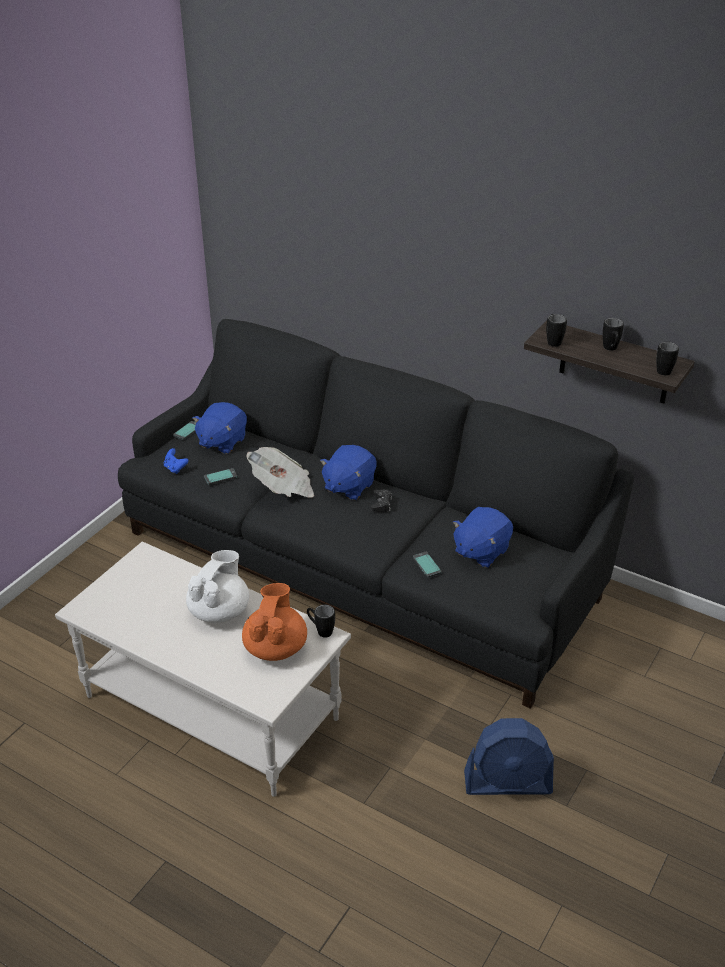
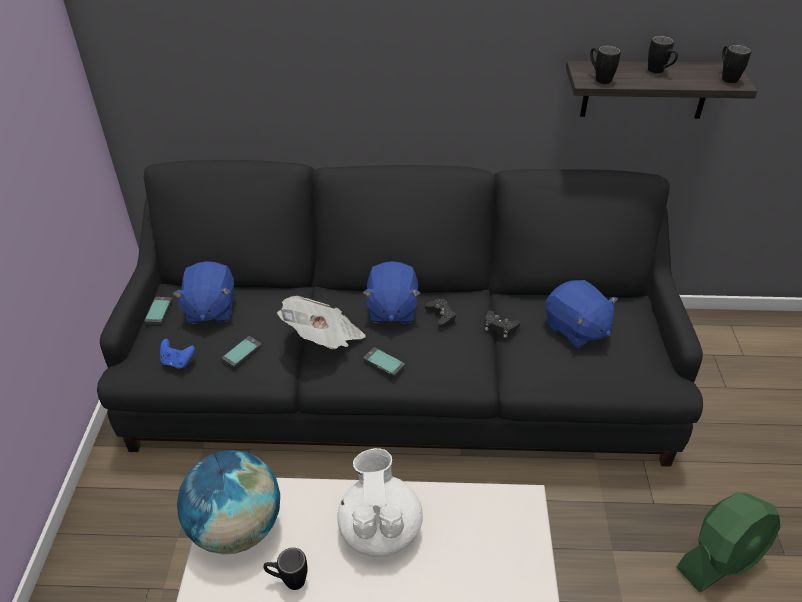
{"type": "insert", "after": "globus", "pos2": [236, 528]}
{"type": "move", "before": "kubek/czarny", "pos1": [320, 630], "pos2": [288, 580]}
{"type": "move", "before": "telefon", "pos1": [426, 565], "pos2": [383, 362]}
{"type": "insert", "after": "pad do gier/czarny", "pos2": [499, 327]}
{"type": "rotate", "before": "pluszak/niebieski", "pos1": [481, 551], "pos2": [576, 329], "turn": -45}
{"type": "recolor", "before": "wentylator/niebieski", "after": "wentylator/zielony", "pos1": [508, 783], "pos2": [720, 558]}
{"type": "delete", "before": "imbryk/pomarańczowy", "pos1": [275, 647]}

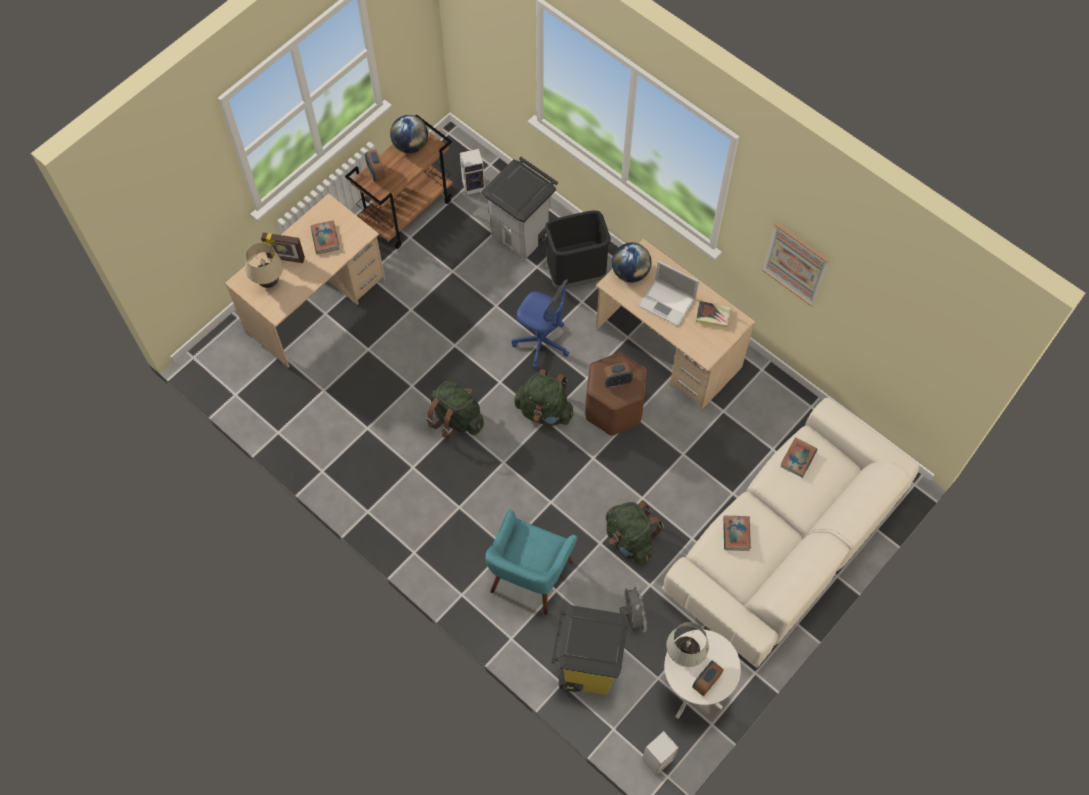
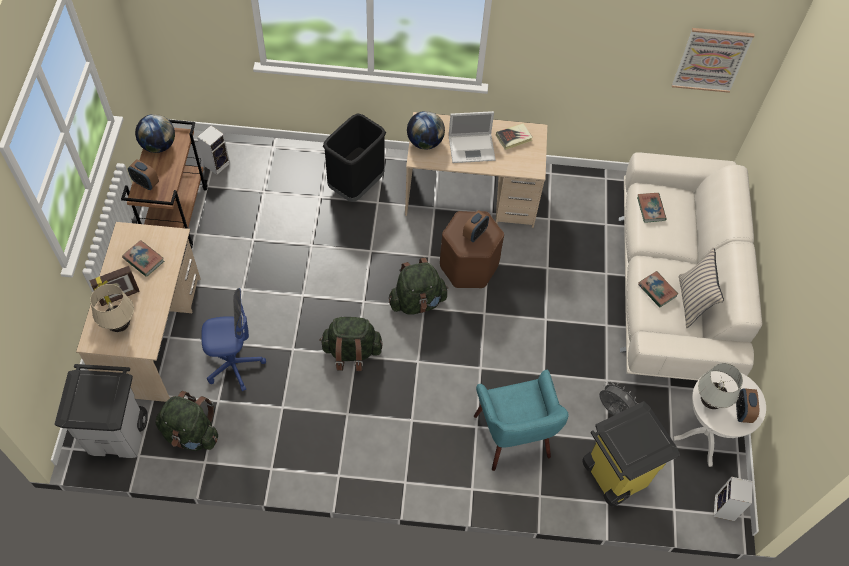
{"type": "move", "before": "kosz na śmieci/szary", "pos1": [522, 235], "pos2": [118, 434]}
{"type": "move", "before": "plecak/zielony", "pos1": [630, 539], "pos2": [191, 434]}
{"type": "move", "before": "krzesło biurowe/niebieski", "pos1": [541, 342], "pos2": [234, 365]}
{"type": "move", "before": "obraz", "pos1": [796, 263], "pos2": [711, 59]}
{"type": "insert", "after": "poduszka/beżowy", "pos2": [692, 301]}

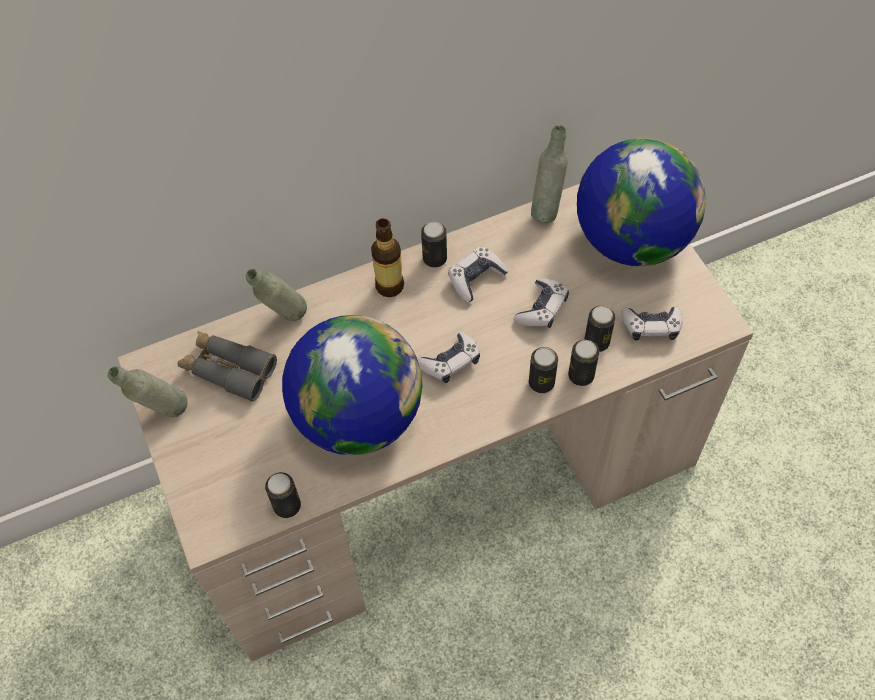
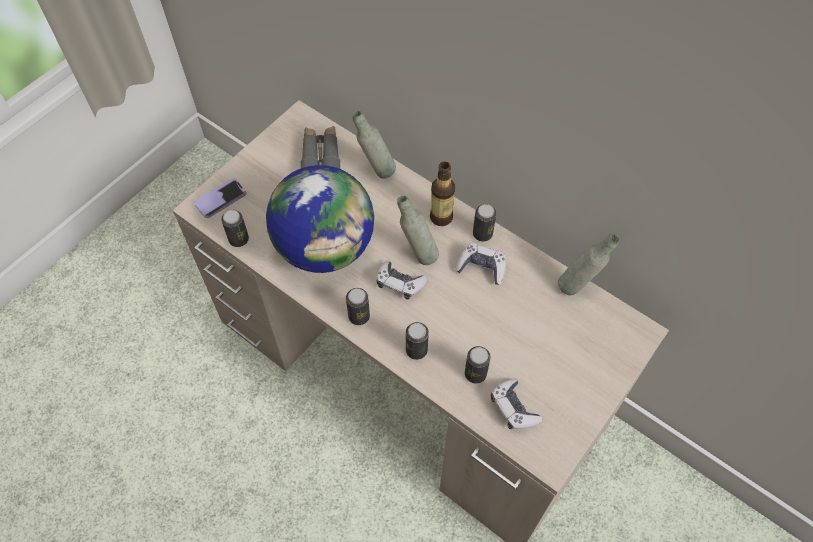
{"type": "insert", "after": "telefon", "pos2": [221, 199]}
{"type": "move", "before": "puszka", "pos1": [581, 375], "pos2": [359, 316]}
{"type": "move", "before": "butelka/szary", "pos1": [163, 414], "pos2": [417, 255]}
{"type": "delete", "before": "pad do gier", "pos1": [542, 309]}
{"type": "delete", "before": "globus", "pos1": [631, 240]}

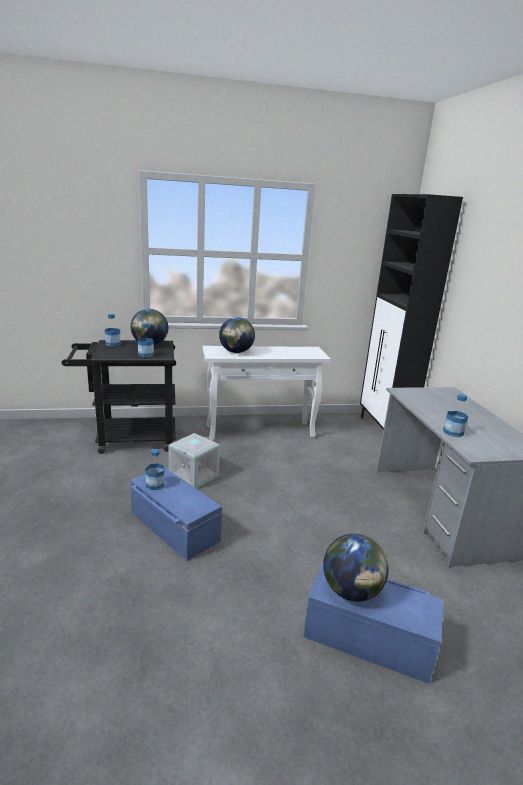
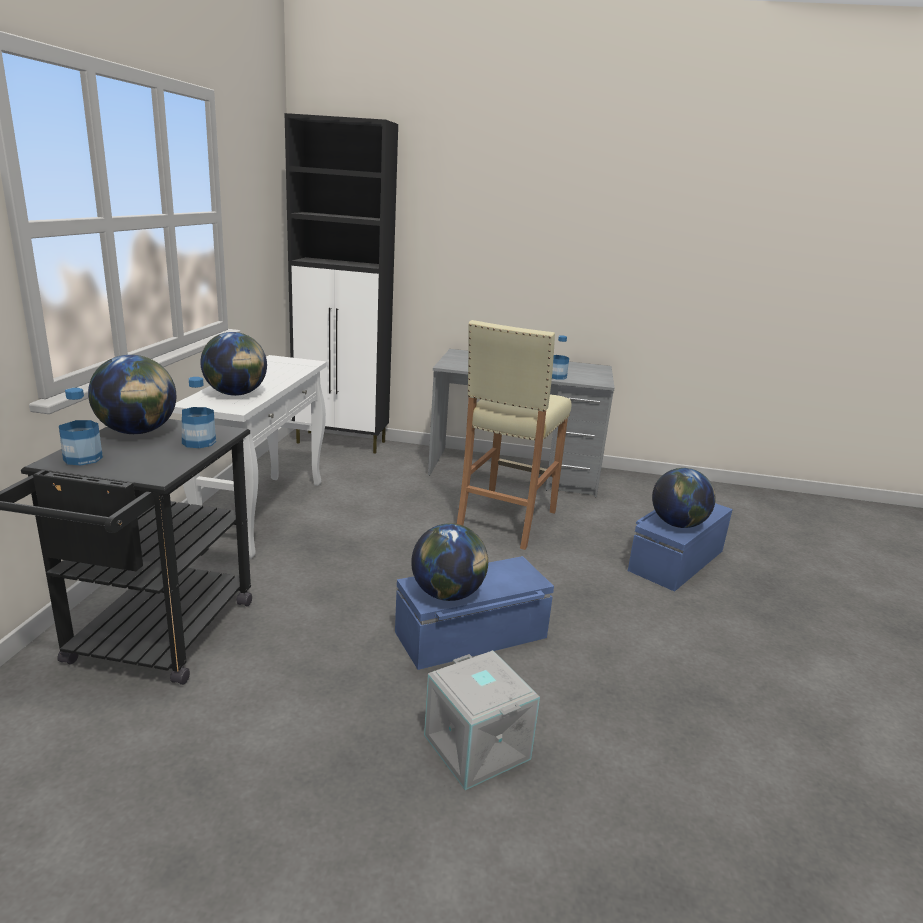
{"type": "replace", "before": "butelka", "after": "globus", "pos1": [155, 484], "pos2": [448, 594]}
{"type": "move", "before": "pojemnik do przechowywania/szary", "pos1": [193, 475], "pos2": [474, 747]}
{"type": "insert", "after": "stołek/beżowy", "pos2": [505, 521]}

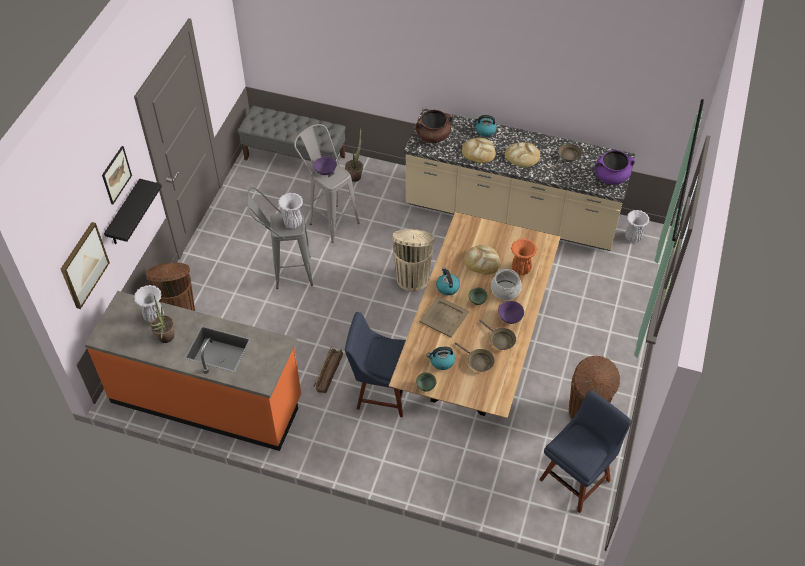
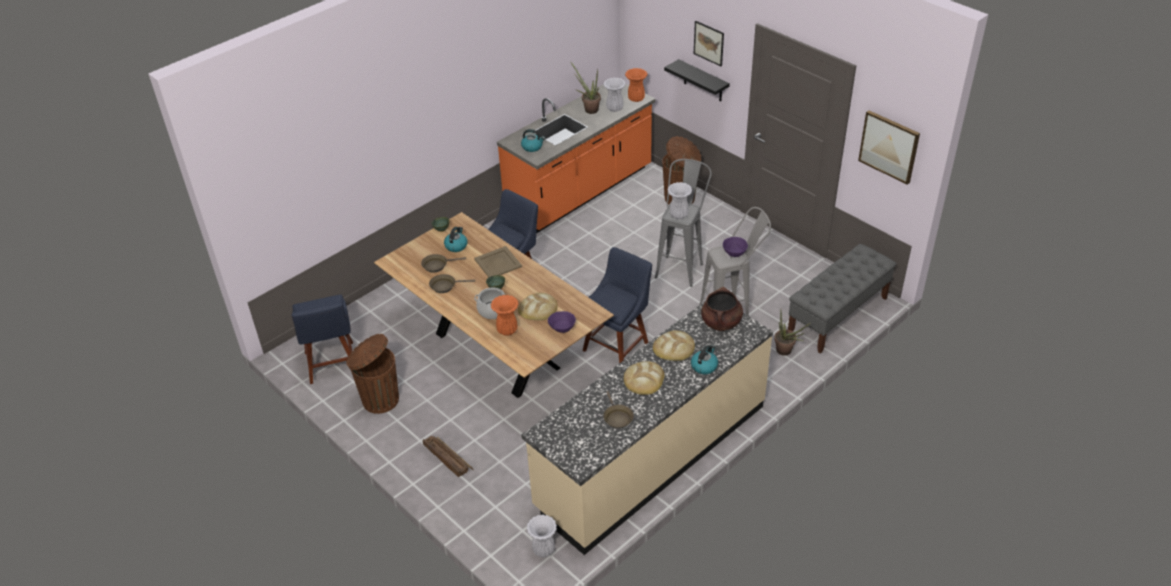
{"type": "move", "before": "skrzynka", "pos1": [328, 372], "pos2": [447, 458]}
{"type": "move", "before": "czajnik", "pos1": [447, 287], "pos2": [532, 147]}
{"type": "move", "before": "miska/fioletowy", "pos1": [509, 317], "pos2": [562, 328]}
{"type": "replace", "before": "kosz na śmieci/beżowy", "after": "krzesło/niebieski", "pos1": [412, 277], "pos2": [617, 344]}
{"type": "insert", "after": "wazon/pomarańczowy", "pos2": [635, 99]}
{"type": "move", "before": "obraz", "pos1": [83, 265], "pos2": [889, 146]}
{"type": "delete", "before": "garnek/fioletowy", "pos1": [611, 177]}

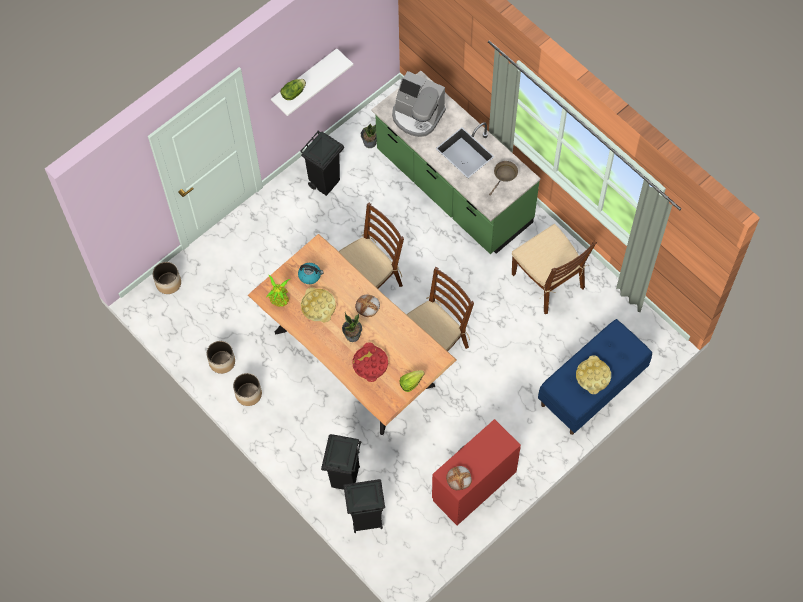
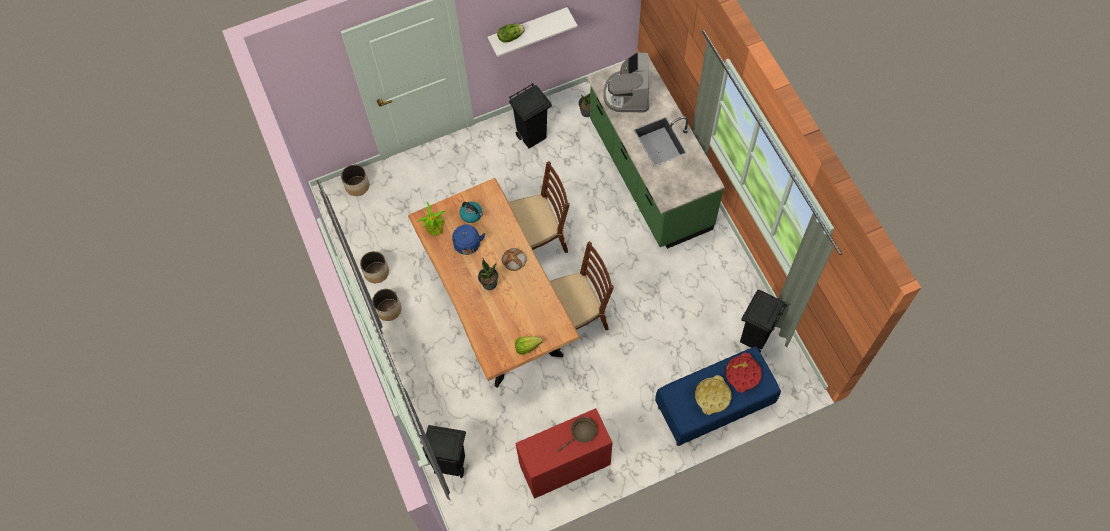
{"type": "replace", "before": "taca/żółty", "after": "czajnik/niebieski", "pos1": [318, 306], "pos2": [468, 246]}
{"type": "move", "before": "patelnia/brązowy", "pos1": [504, 175], "pos2": [582, 433]}
{"type": "rotate", "before": "ekspres do kawy", "pos1": [417, 116], "pos2": [627, 94], "turn": 45}
{"type": "move", "before": "taca/czerwony", "pos1": [370, 364], "pos2": [742, 374]}
{"type": "move", "before": "kosz na śmieci/czarny", "pos1": [344, 478], "pos2": [754, 338]}
{"type": "delete", "before": "chleb", "pos1": [459, 479]}
{"type": "delete", "before": "krzesło/brązowy", "pos1": [548, 281]}

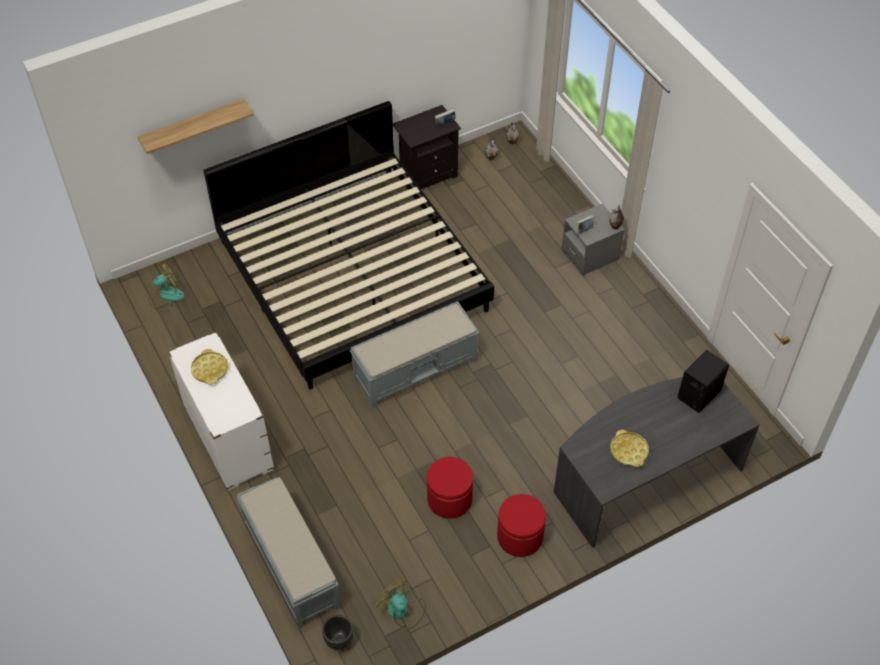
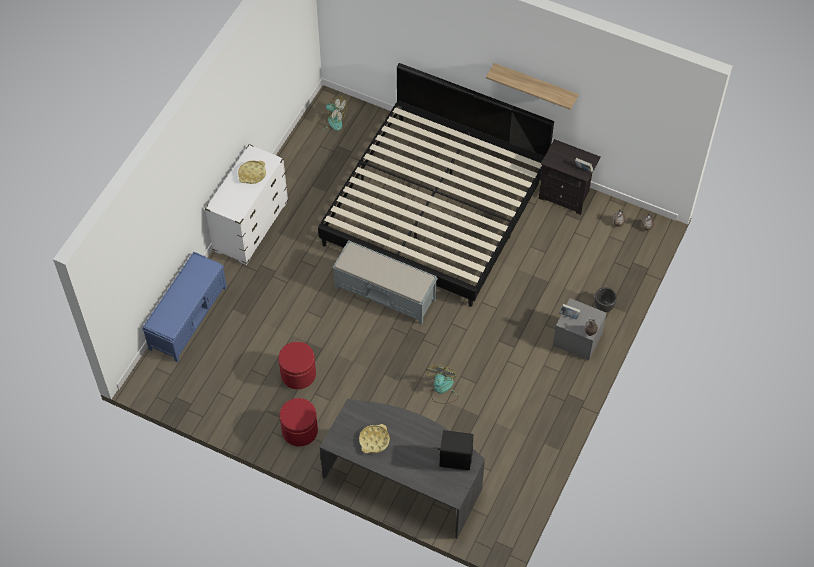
{"type": "recolor", "before": "ławka/szary", "after": "ławka/niebieski", "pos1": [290, 564], "pos2": [188, 317]}
{"type": "move", "before": "wentylator", "pos1": [402, 610], "pos2": [442, 389]}
{"type": "move", "before": "półka", "pos1": [193, 126], "pos2": [535, 85]}
{"type": "move", "before": "donica/czarny", "pos1": [339, 640], "pos2": [604, 307]}

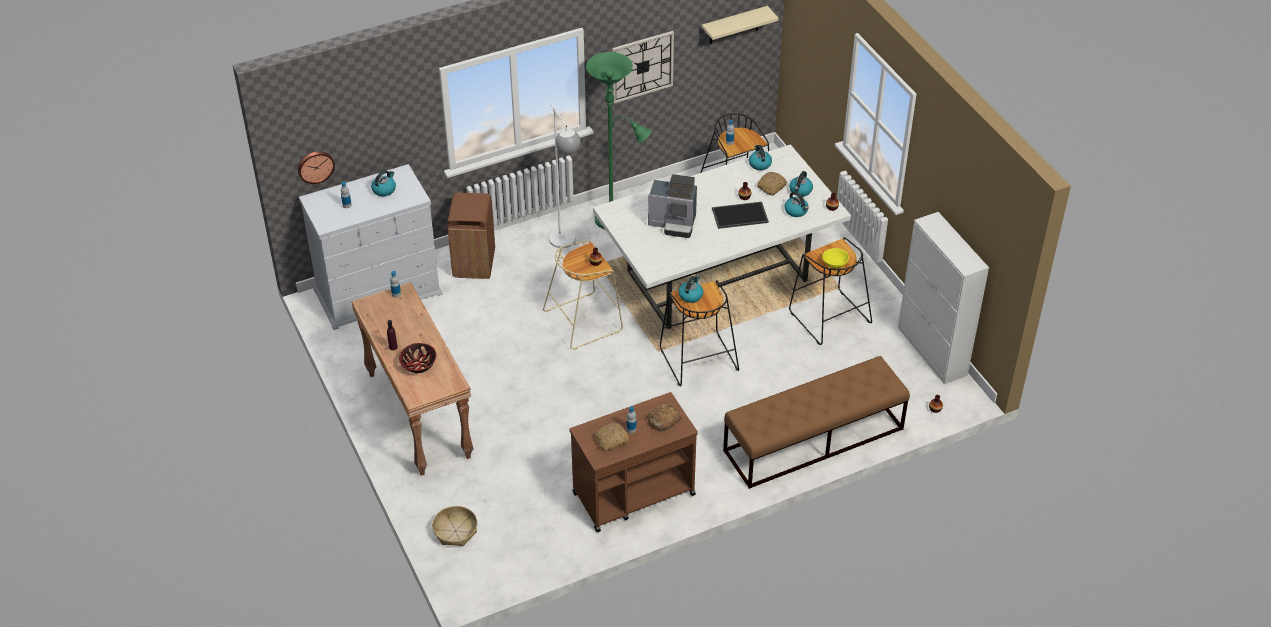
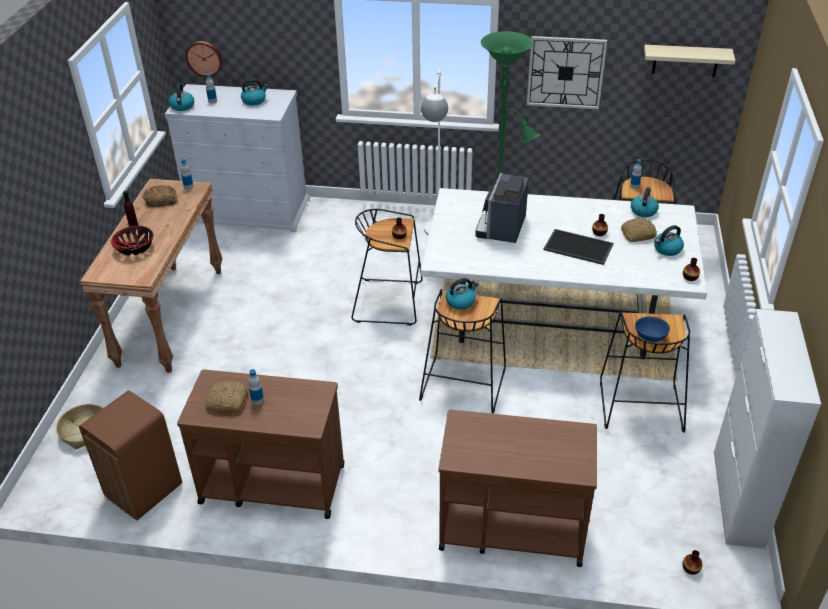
{"type": "move", "before": "kosz na śmieci/brązowy", "pos1": [473, 264], "pos2": [143, 490]}
{"type": "move", "before": "chleb", "pos1": [663, 420], "pos2": [160, 200]}
{"type": "move", "before": "czajnik", "pos1": [796, 211], "pos2": [182, 106]}
{"type": "recolor", "before": "stołek/beżowy", "after": "stołek/czarny", "pos1": [583, 320], "pos2": [389, 301]}
{"type": "replace", "before": "ławka/brązowy", "after": "wózek/brązowy", "pos1": [813, 440], "pos2": [510, 527]}
{"type": "rotate", "before": "ekspres do kawy", "pos1": [673, 223], "pos2": [502, 229], "turn": 60}
{"type": "recolor", "before": "miska/żółty", "after": "miska/niebieski", "pos1": [835, 264], "pos2": [651, 337]}

